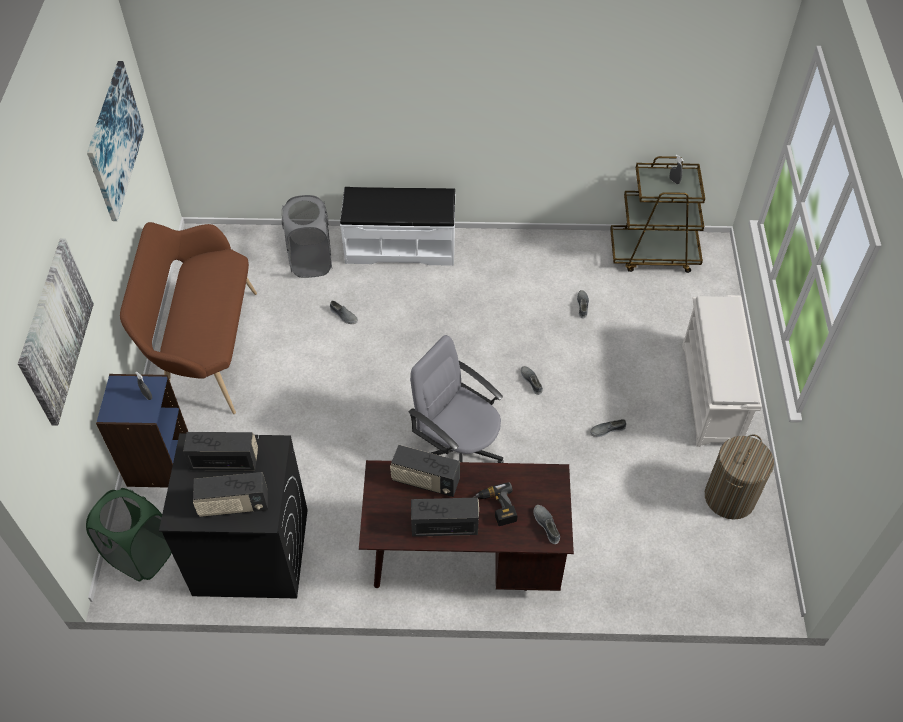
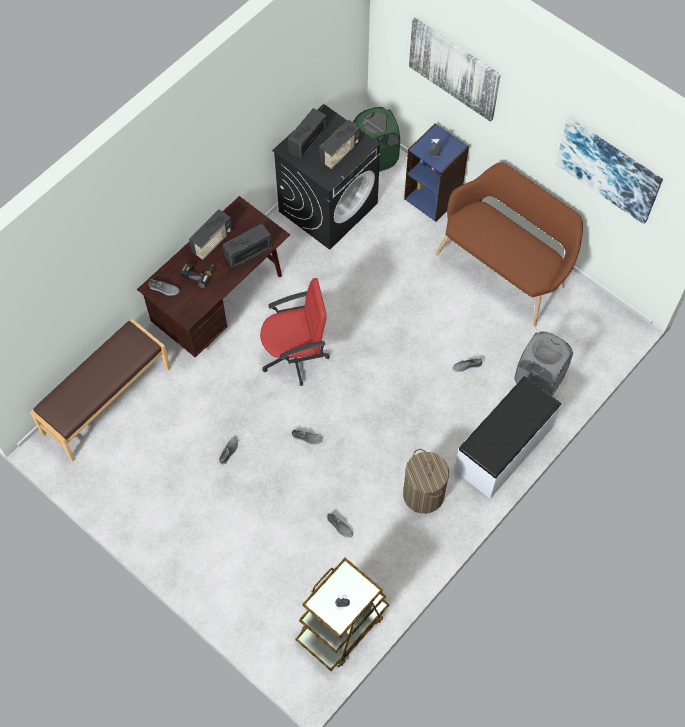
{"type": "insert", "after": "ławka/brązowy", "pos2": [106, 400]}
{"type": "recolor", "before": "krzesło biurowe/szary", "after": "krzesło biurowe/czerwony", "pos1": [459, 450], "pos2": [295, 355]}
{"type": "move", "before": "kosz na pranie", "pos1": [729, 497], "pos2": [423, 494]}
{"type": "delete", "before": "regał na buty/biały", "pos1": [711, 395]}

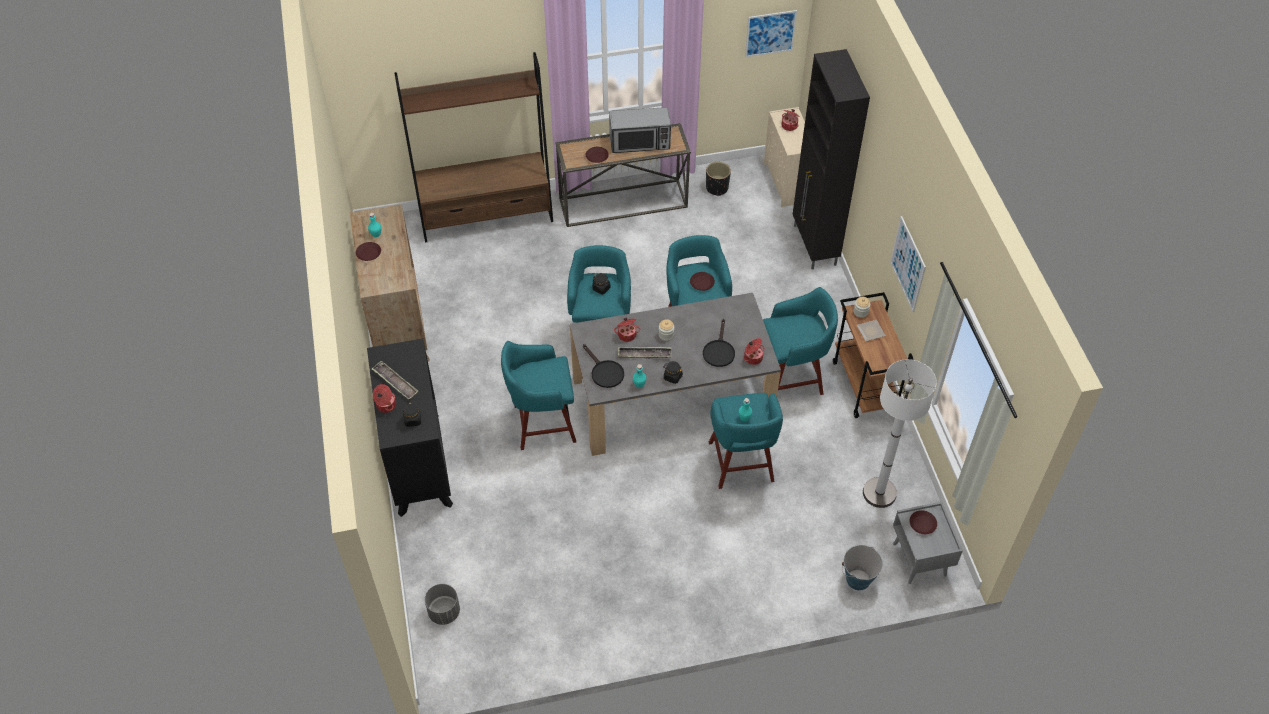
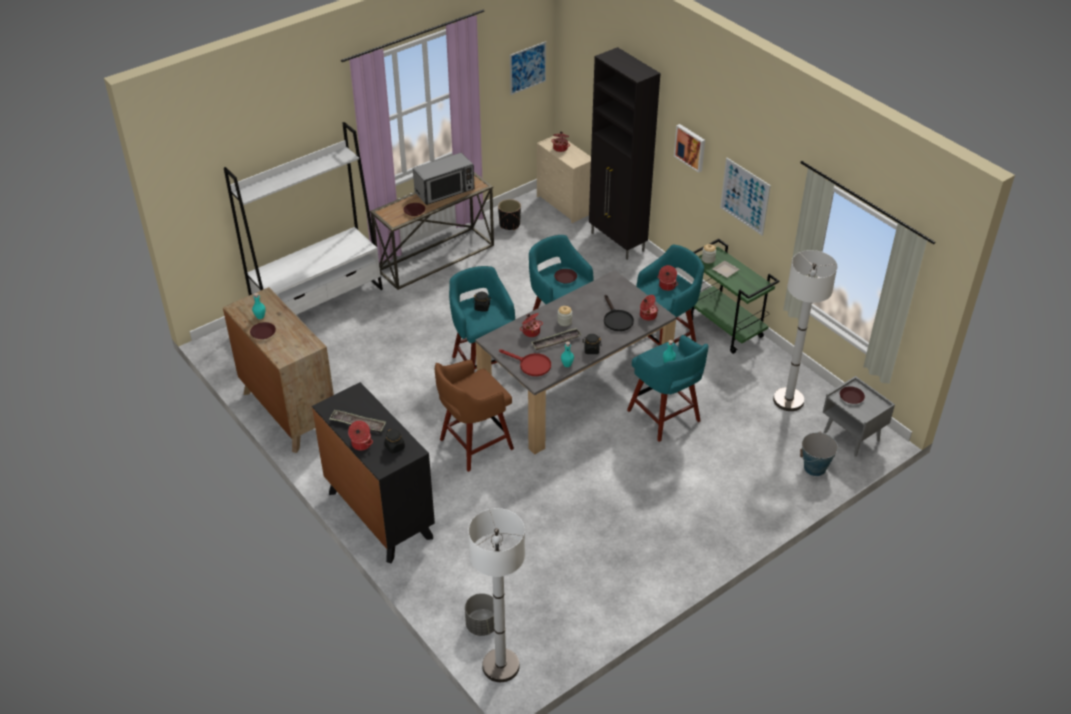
{"type": "recolor", "before": "regał/brązowy", "after": "regał/biały", "pos1": [487, 217], "pos2": [319, 303]}
{"type": "recolor", "before": "stołek/turkusowy", "after": "stołek/brązowy", "pos1": [542, 424], "pos2": [474, 445]}
{"type": "insert", "after": "lampa stojąca/biały", "pos2": [500, 666]}
{"type": "recolor", "before": "patelnia/czarny", "after": "patelnia/czerwony", "pos1": [604, 372], "pos2": [531, 365]}
{"type": "insert", "after": "garnek", "pos2": [667, 286]}
{"type": "insert", "after": "obraz", "pos2": [690, 147]}
{"type": "recolor", "before": "wózek/brązowy", "after": "wózek/zielony", "pos1": [865, 386], "pos2": [726, 328]}

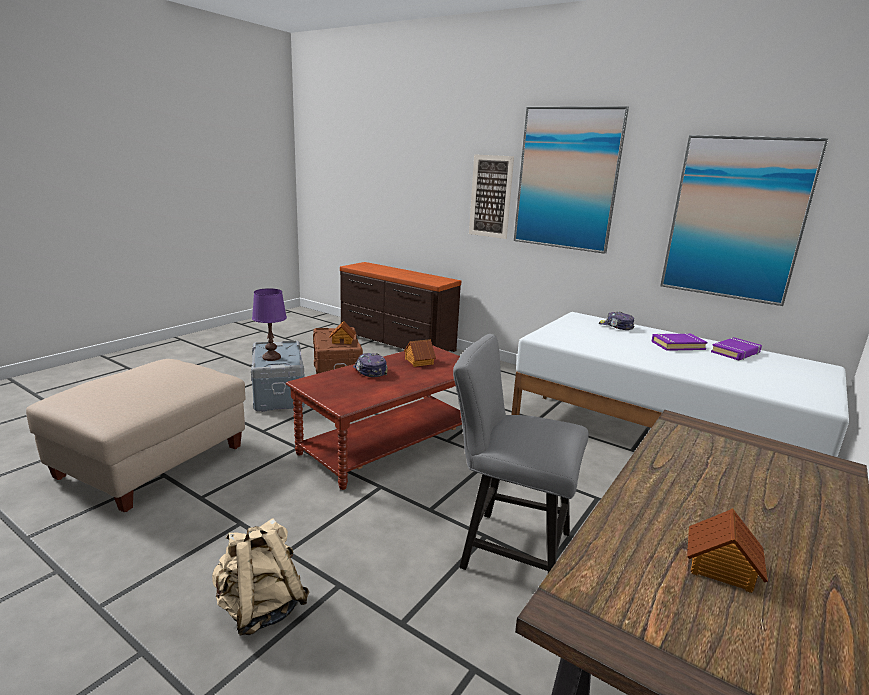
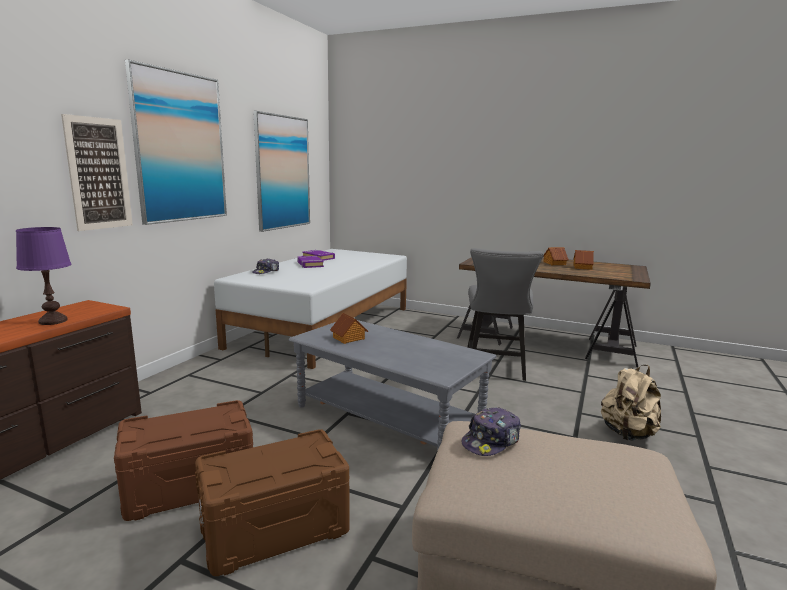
{"type": "move", "before": "lampa stołowa/fioletowy", "pos1": [272, 357], "pos2": [53, 321]}
{"type": "recolor", "before": "pojemnik do przechowywania/szary", "after": "pojemnik do przechowywania/brązowy", "pos1": [279, 394], "pos2": [274, 527]}
{"type": "recolor", "before": "ława/brązowy", "after": "ława/szary", "pos1": [390, 442], "pos2": [388, 417]}
{"type": "move", "before": "czapka z daszkiem", "pos1": [369, 371], "pos2": [491, 441]}
{"type": "move", "before": "domek", "pos1": [343, 340], "pos2": [554, 263]}

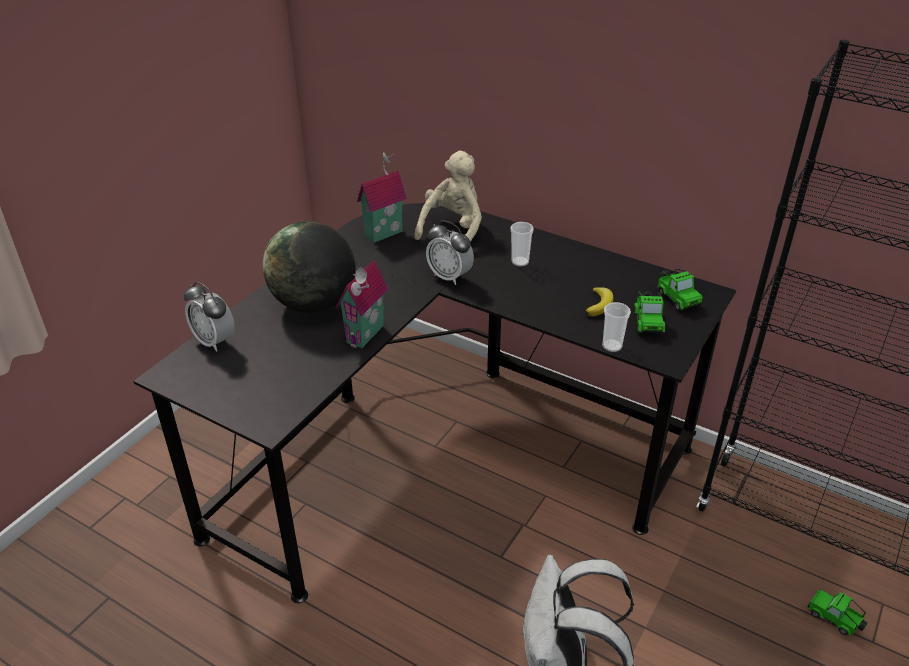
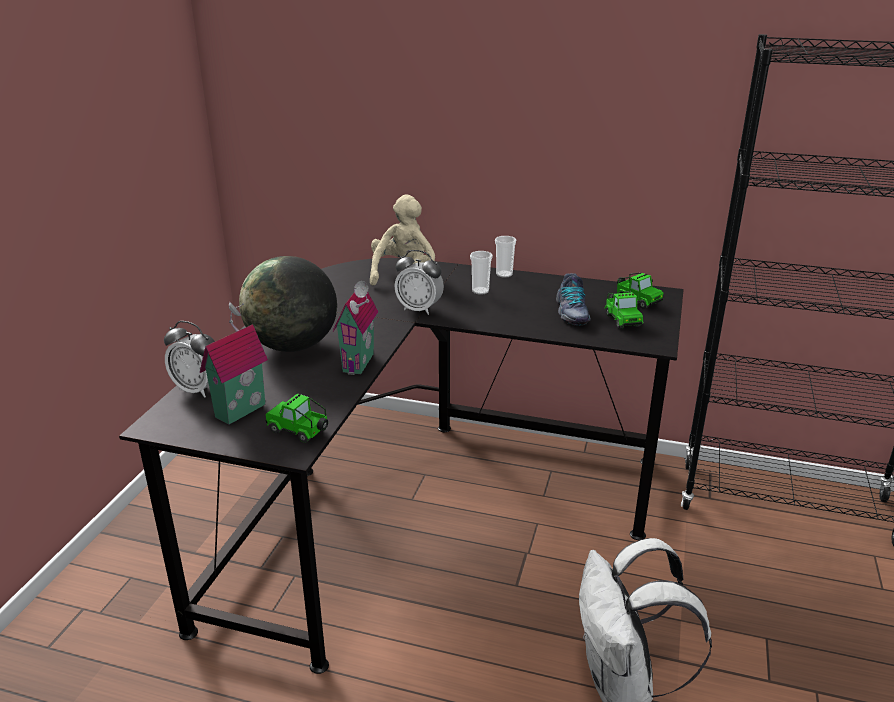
{"type": "move", "before": "domek", "pos1": [382, 232], "pos2": [238, 409]}
{"type": "move", "before": "samochodzik", "pos1": [835, 619], "pos2": [300, 431]}
{"type": "move", "before": "filiżanka", "pos1": [612, 346], "pos2": [504, 274]}
{"type": "replace", "before": "banan", "after": "but", "pos1": [599, 304], "pos2": [571, 312]}

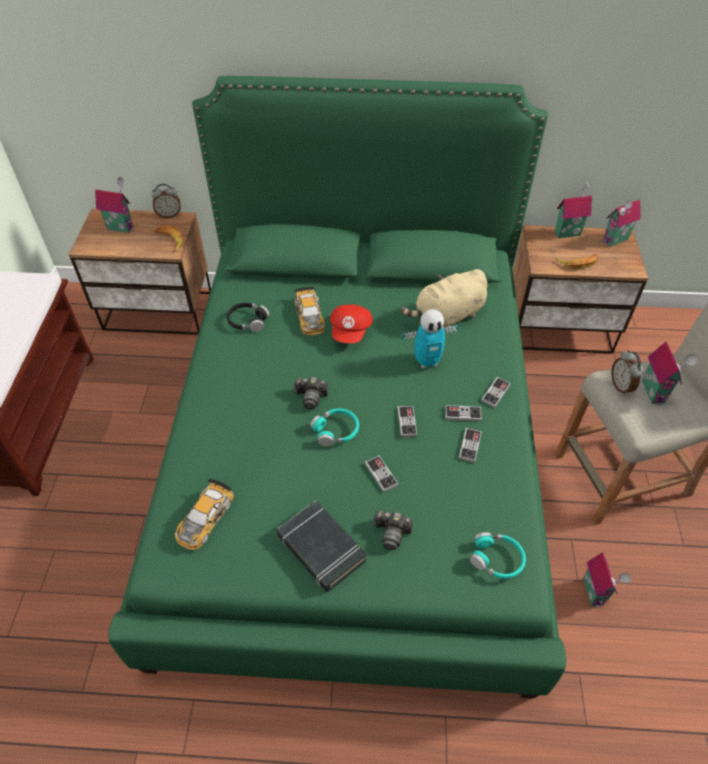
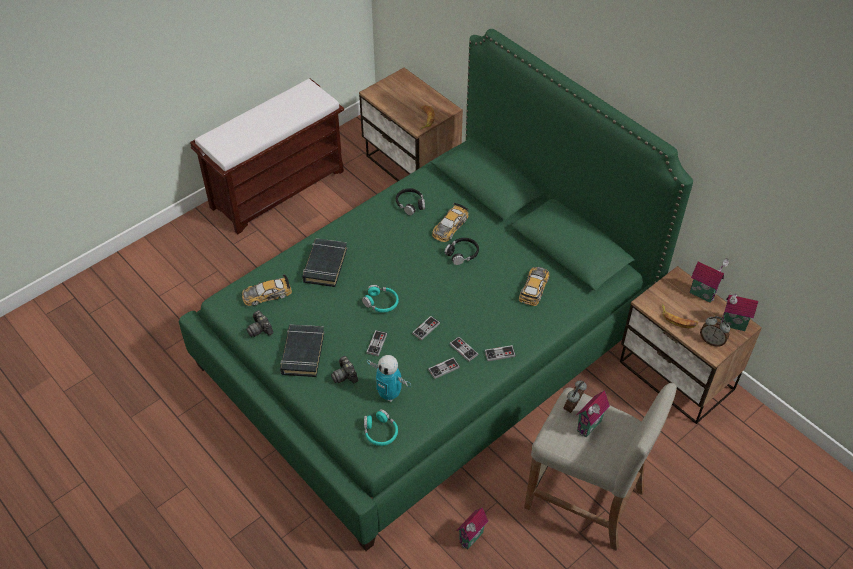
{"type": "move", "before": "aparat fotograficzny", "pos1": [311, 397], "pos2": [260, 329]}
{"type": "insert", "after": "książka/czarny", "pos2": [325, 265]}
{"type": "move", "before": "robot zabawkowy", "pos1": [427, 361], "pos2": [389, 394]}
{"type": "replace", "before": "czapka z daszkiem/czerwony", "after": "słuchawki/czarny", "pos1": [351, 331], "pos2": [462, 254]}
{"type": "replace", "before": "pluszak/beżowy", "after": "samochodzik", "pos1": [447, 316], "pos2": [534, 288]}
{"type": "move", "before": "budzik", "pos1": [169, 215], "pos2": [712, 341]}
{"type": "delete", "before": "domek", "pos1": [121, 226]}

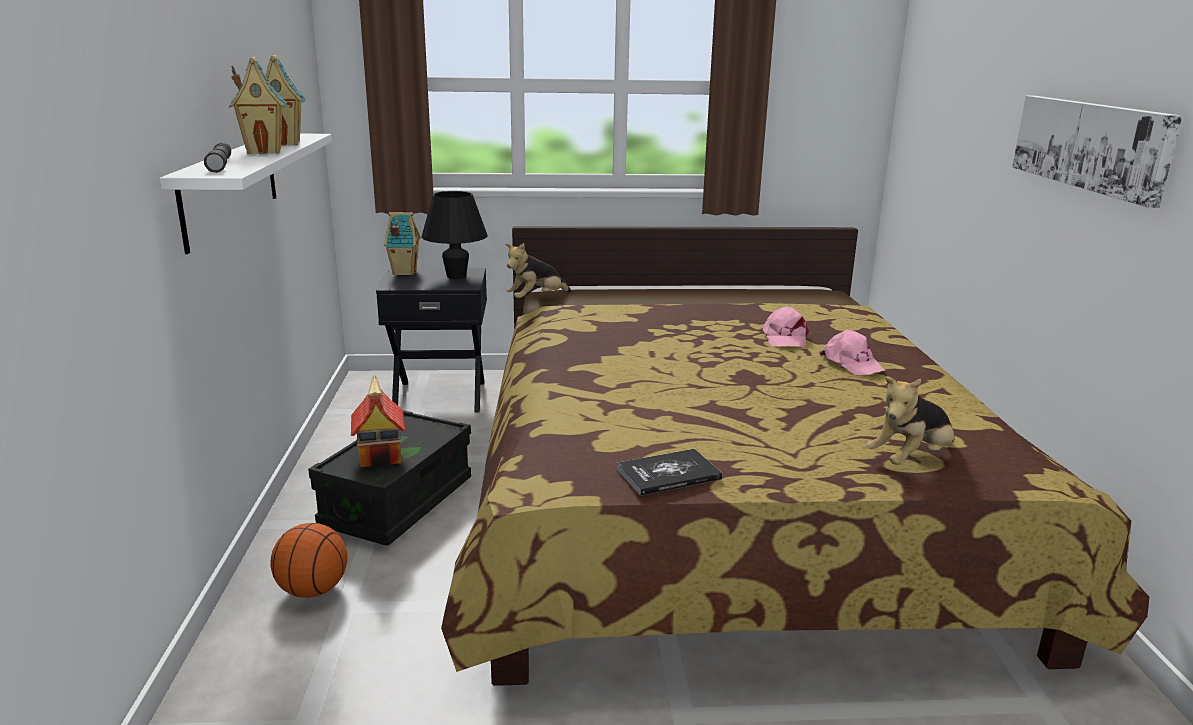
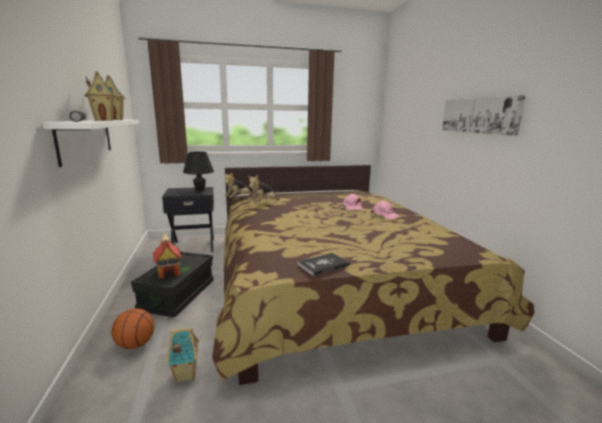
{"type": "move", "before": "domek", "pos1": [403, 272], "pos2": [185, 374]}
{"type": "move", "before": "pluszak", "pos1": [911, 459], "pos2": [263, 203]}

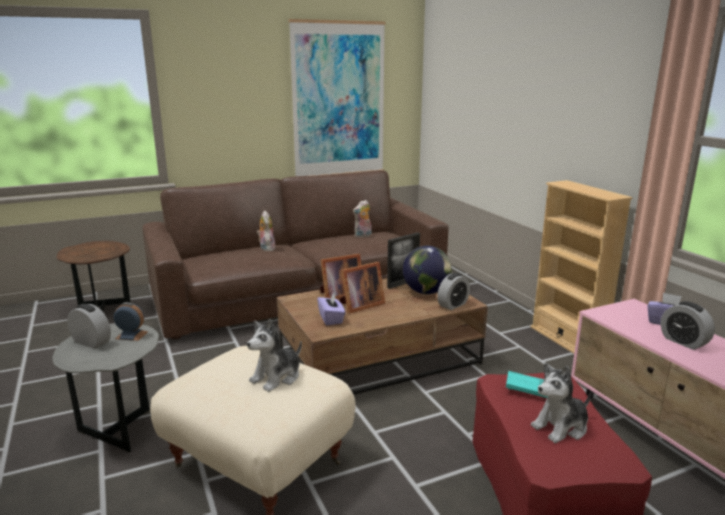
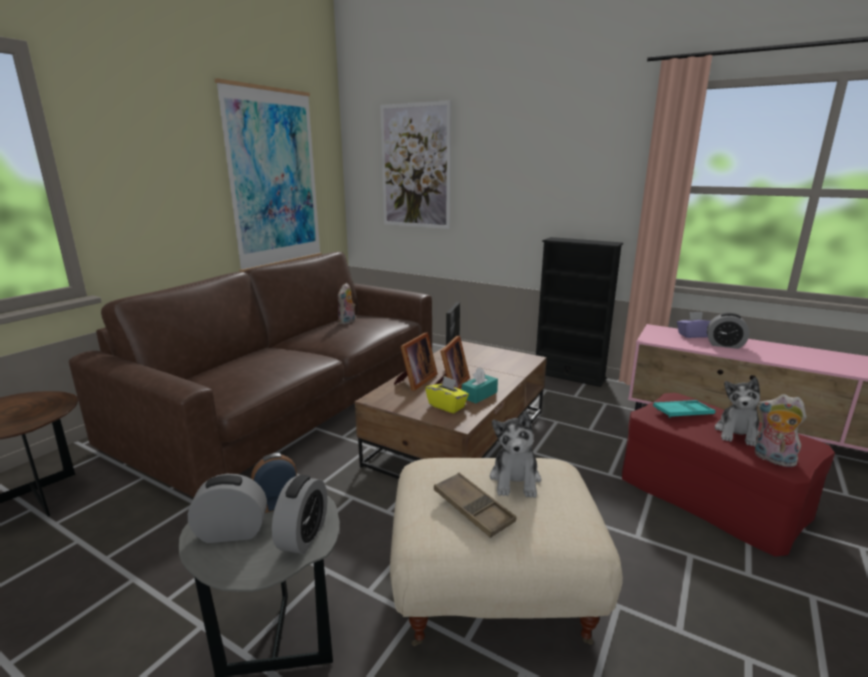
{"type": "move", "before": "budzik", "pos1": [453, 305], "pos2": [303, 536]}
{"type": "insert", "after": "obraz", "pos2": [415, 167]}
{"type": "recolor", "before": "pudełko chusteczek/fioletowy", "after": "pudełko chusteczek/żółty", "pos1": [331, 319], "pos2": [447, 406]}
{"type": "insert", "after": "taca/brązowy", "pos2": [473, 509]}
{"type": "insert", "after": "pudełko chusteczek/turkusowy", "pos2": [479, 395]}
{"type": "recolor", "before": "regał/beżowy", "after": "regał/czarny", "pos1": [567, 340], "pos2": [569, 375]}
{"type": "move", "before": "pluszak", "pos1": [266, 249], "pos2": [772, 459]}
{"type": "delete", "before": "globus", "pos1": [426, 292]}

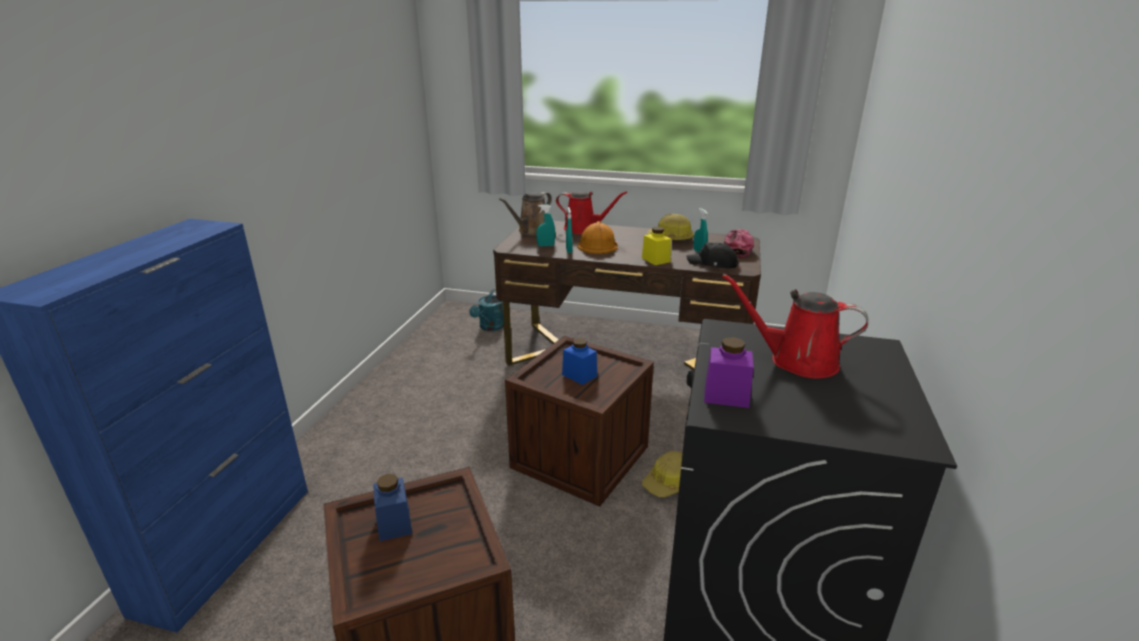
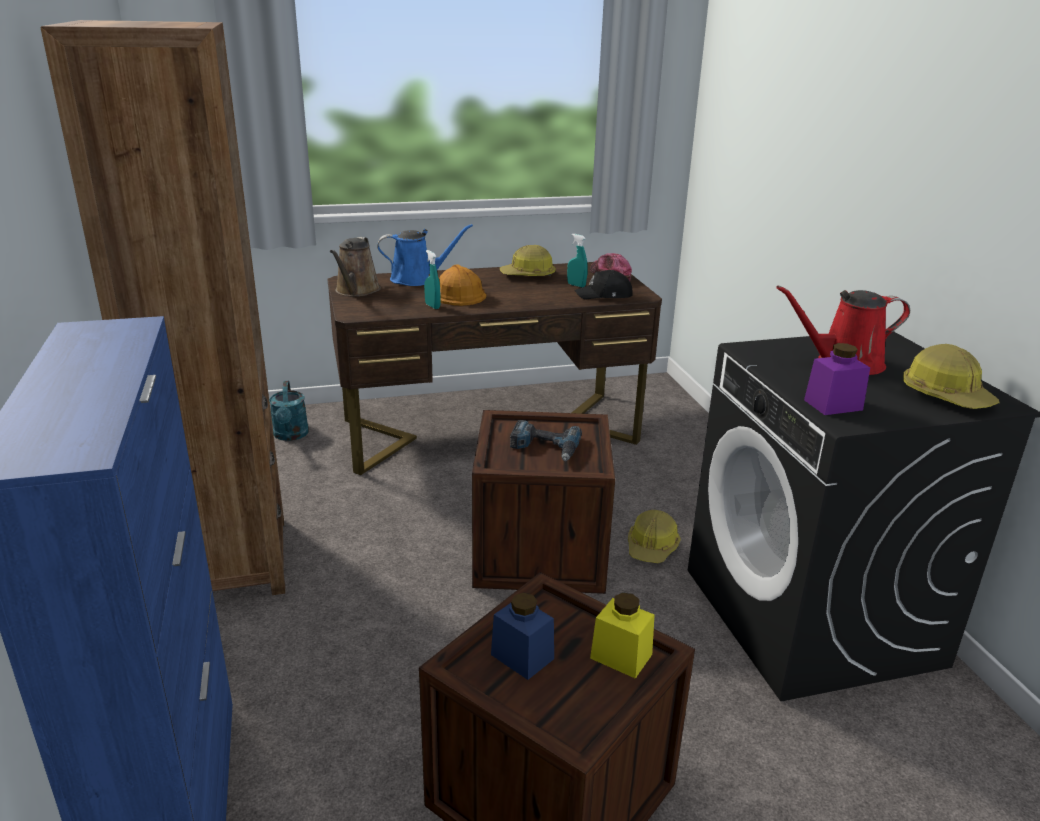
{"type": "insert", "after": "regał/brązowy", "pos2": [228, 561]}
{"type": "recolor", "before": "konewka/czerwony", "after": "konewka/niebieski", "pos1": [583, 229], "pos2": [417, 279]}
{"type": "replace", "before": "słoik/niebieski", "after": "wiertarka", "pos1": [579, 375], "pos2": [544, 448]}
{"type": "move", "before": "słoik/żółty", "pos1": [655, 260], "pos2": [621, 656]}
{"type": "insert", "after": "kask", "pos2": [945, 395]}
{"type": "delete", "before": "spryskiwacz/turkusowy", "pos1": [545, 245]}

